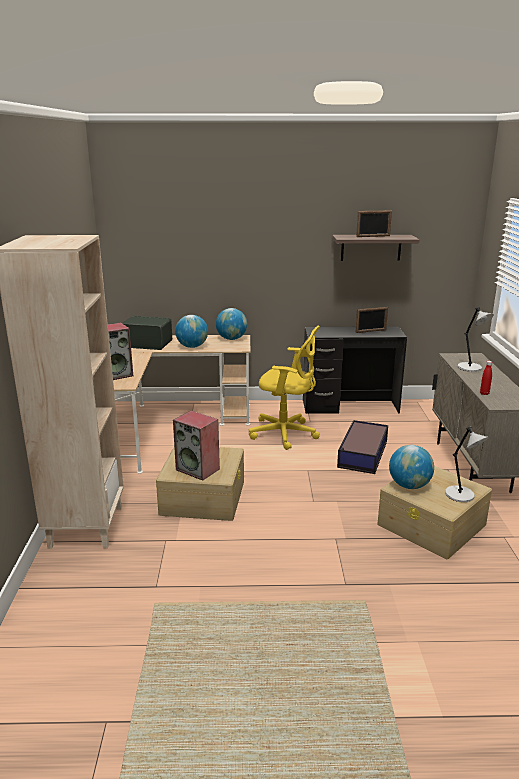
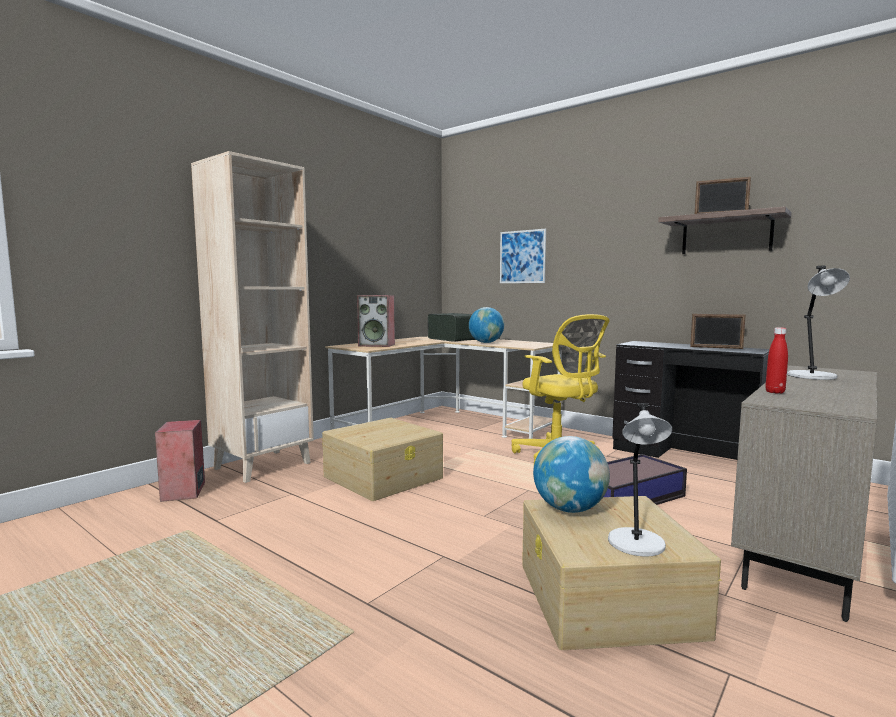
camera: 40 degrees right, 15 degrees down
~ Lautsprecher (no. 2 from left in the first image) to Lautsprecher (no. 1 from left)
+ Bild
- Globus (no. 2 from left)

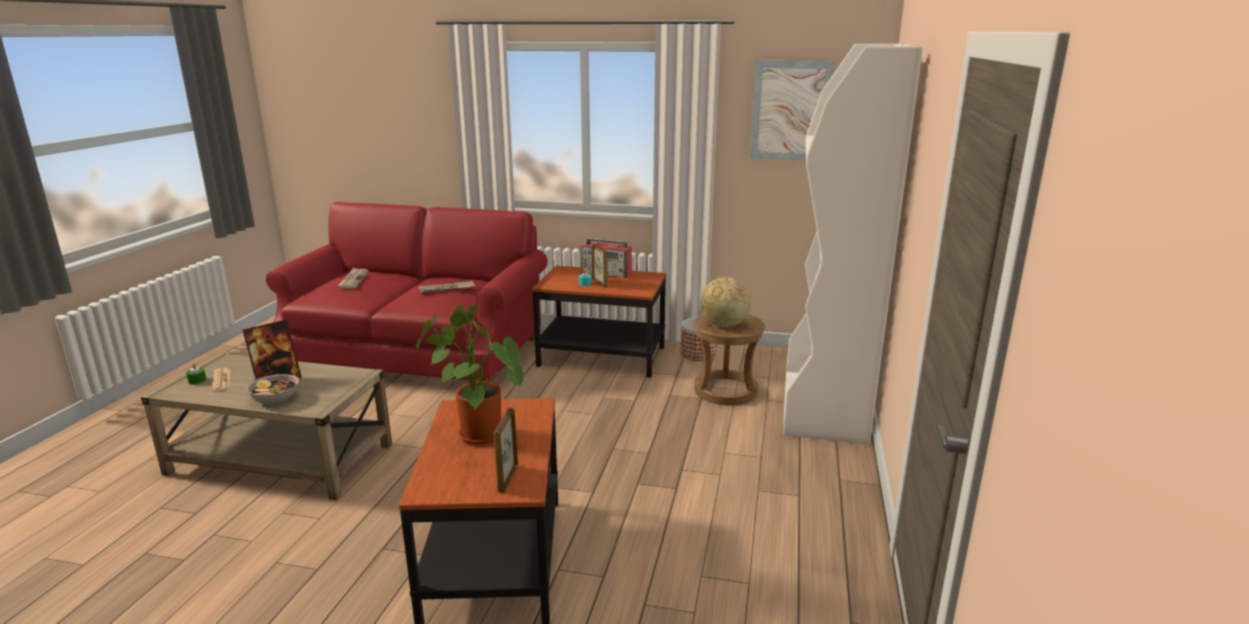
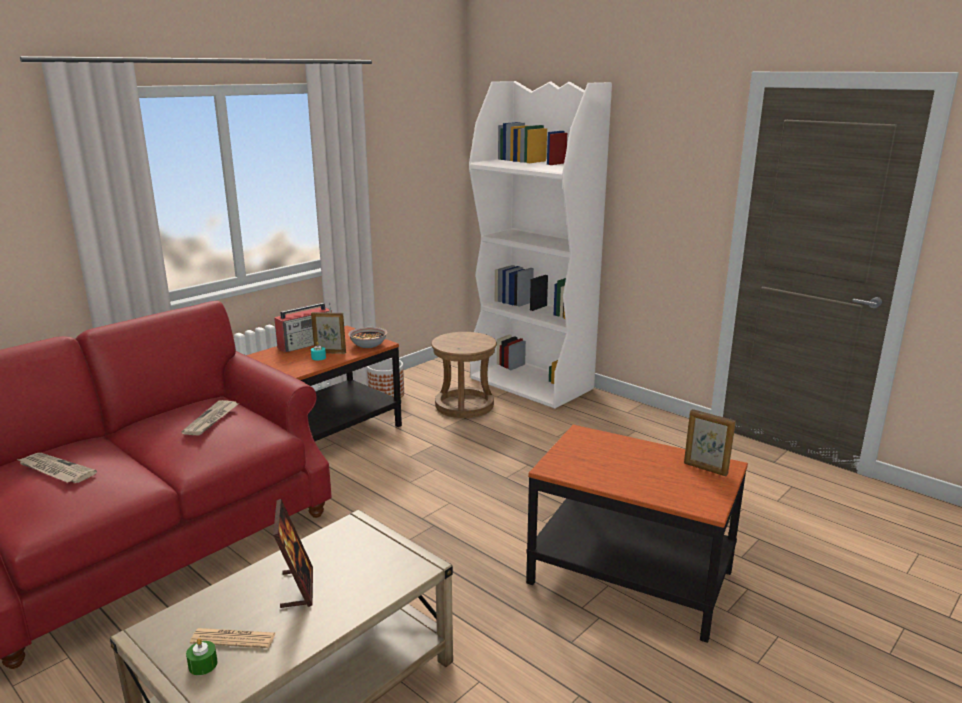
camera: 60 degrees left, 0 degrees up
~ Schüssel
- Topfpflanze
- Globus
- Bild

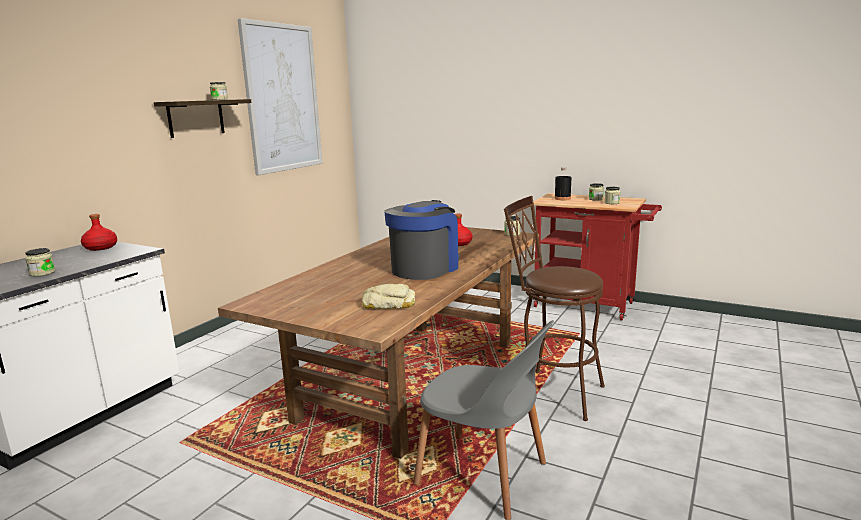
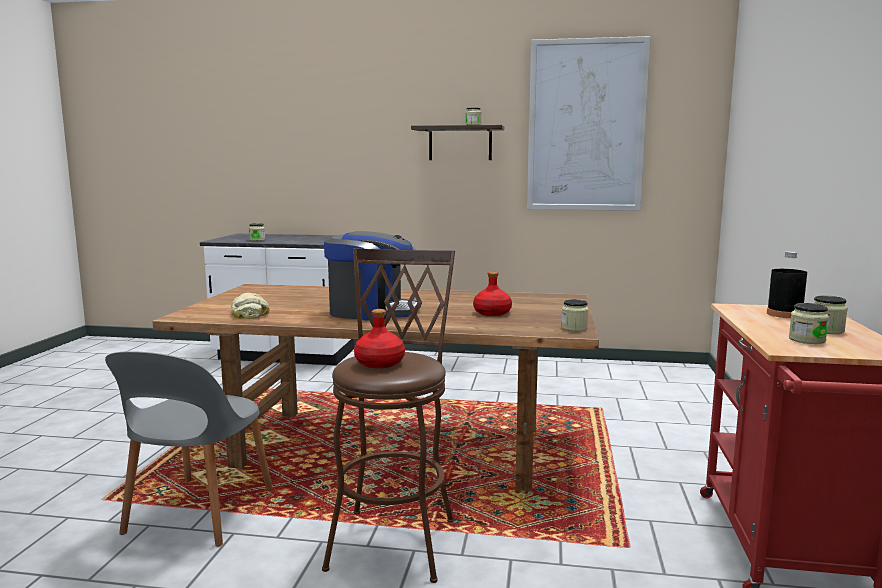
camera: 70 degrees right, 5 degrees down
~ Flasche [rot] (no. 1 from left)

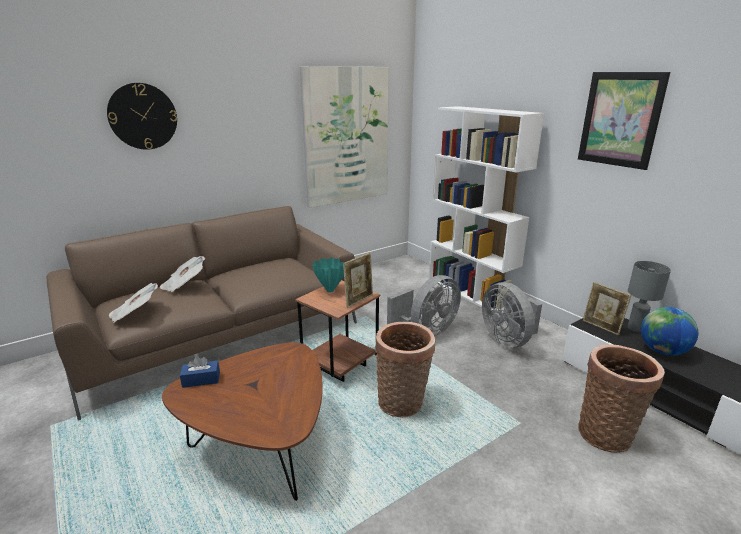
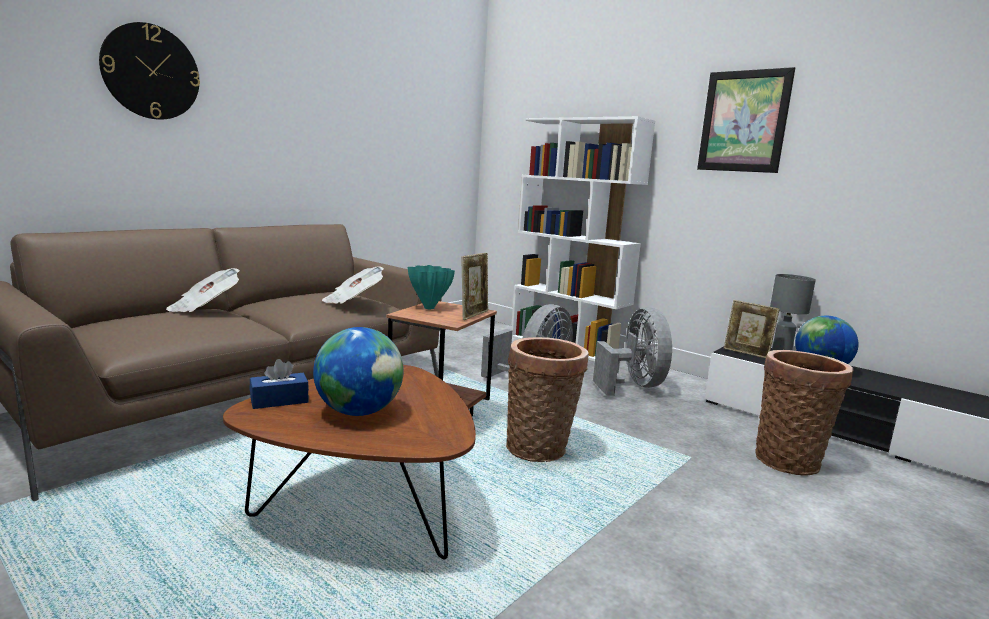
camera: 15 degrees left, 10 degrees down
+ Globus (no. 1 from left)
~ Zeitung (no. 1 from left in the first image) to Zeitung (no. 2 from left)
~ Ventilator [grau] (no. 2 from left) 150 degrees counterclockwise
- Bild (no. 1 from left)

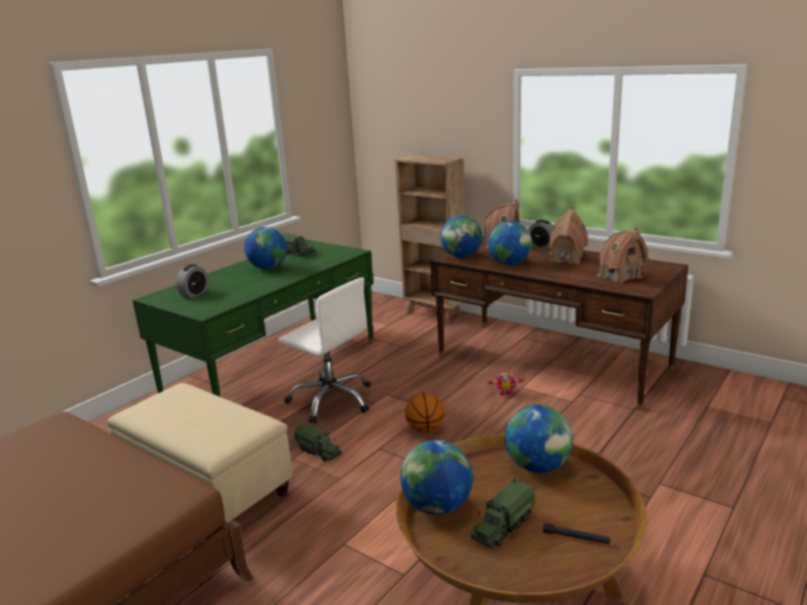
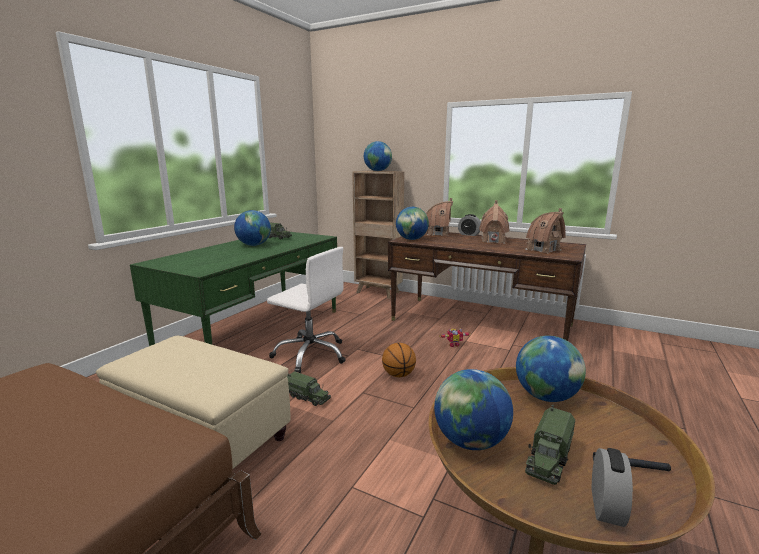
camera: 10 degrees left, 5 degrees down
~ Globus (no. 4 from left in the first image) to Globus (no. 2 from left)
~ Wecker (no. 1 from left in the first image) to Wecker (no. 2 from left)

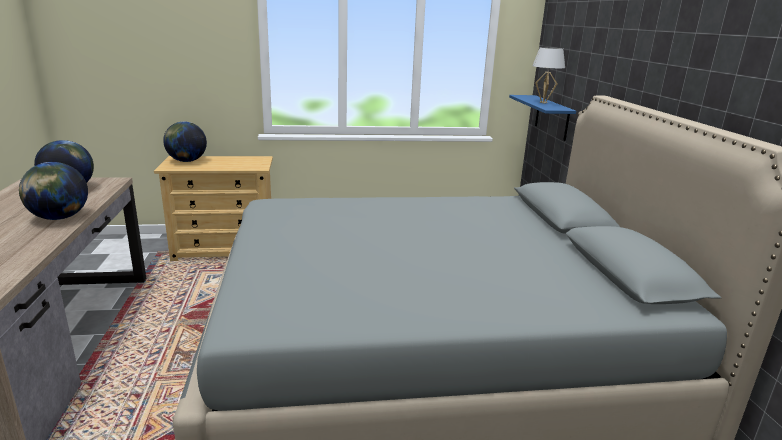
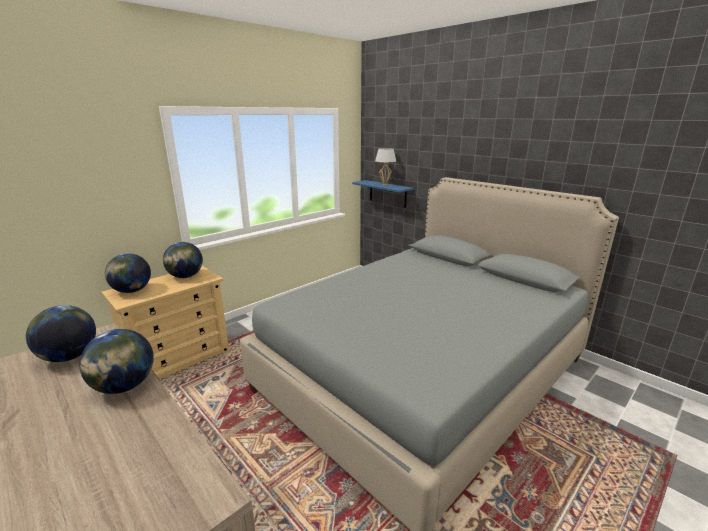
camera: 35 degrees left, 0 degrees up
+ Globus (no. 4 from left)

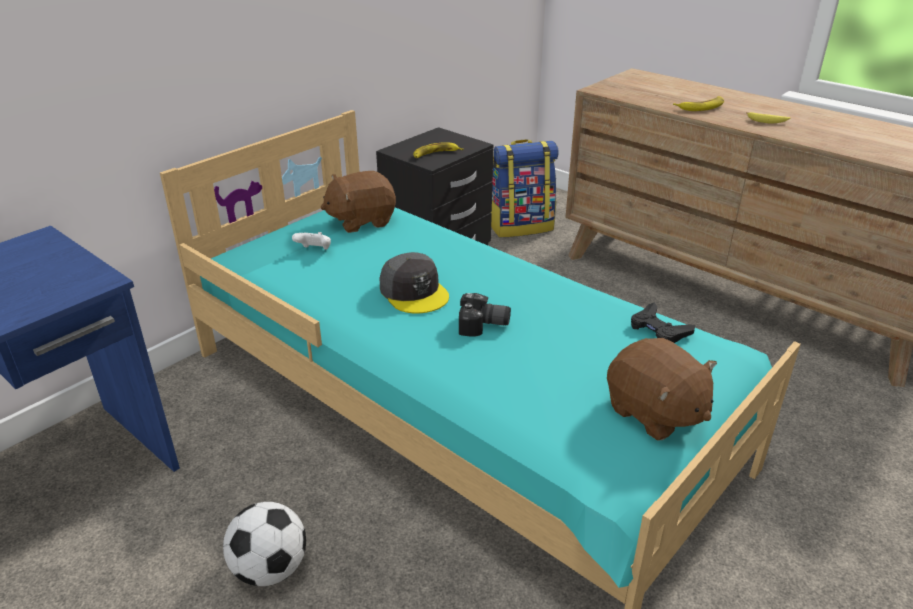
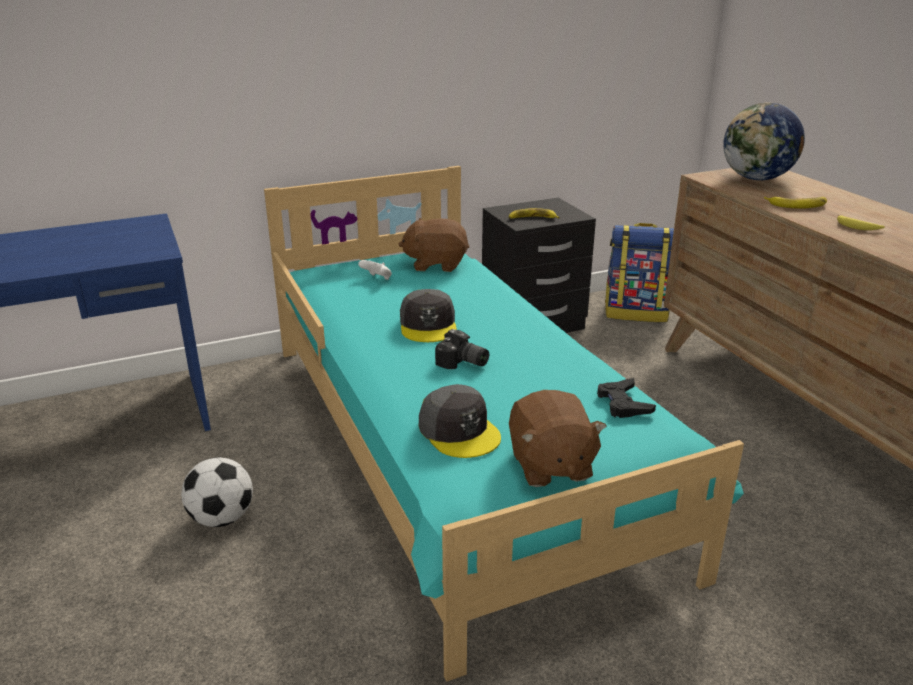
camera: 25 degrees right, 5 degrees down
+ Kappe [grau] (no. 2 from left)
+ Globus

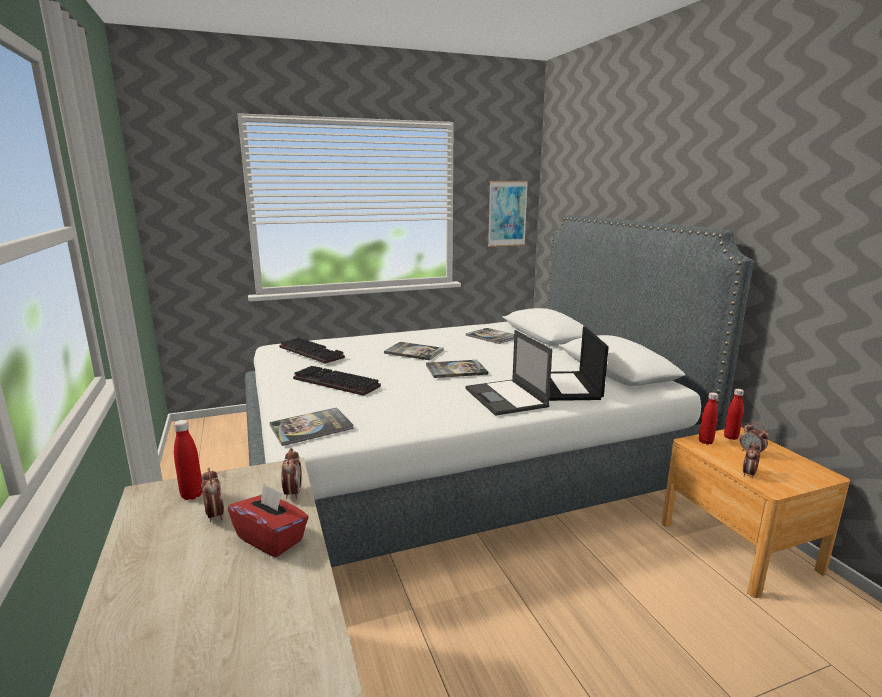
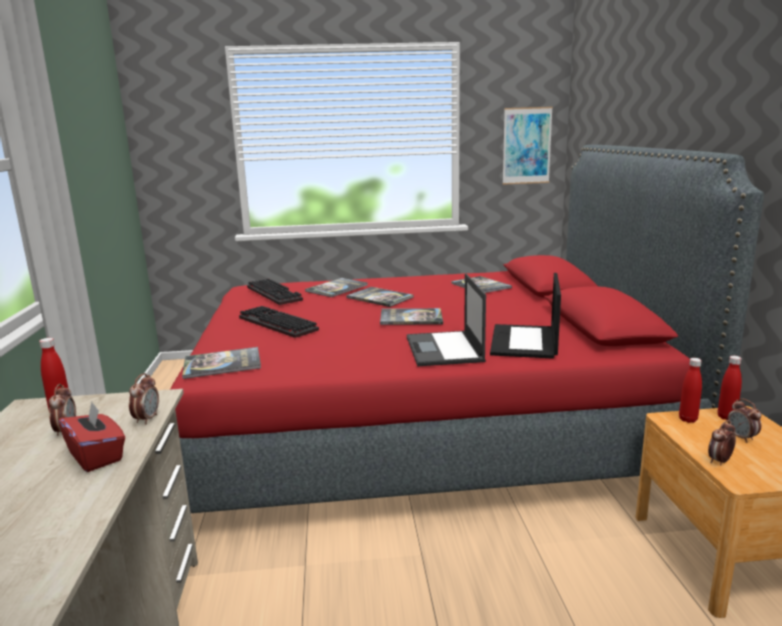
camera: 15 degrees right, 0 degrees up
~ Bett [weiß] to Bett [rot]
+ Buch (no. 2 from left)

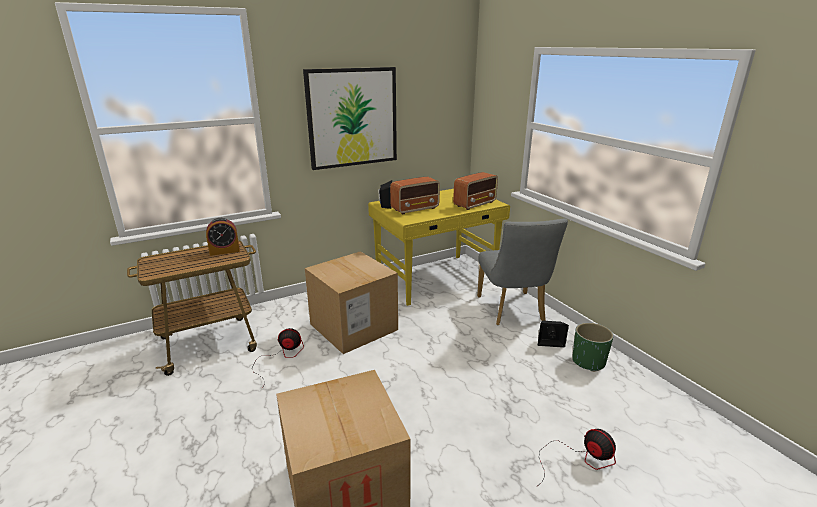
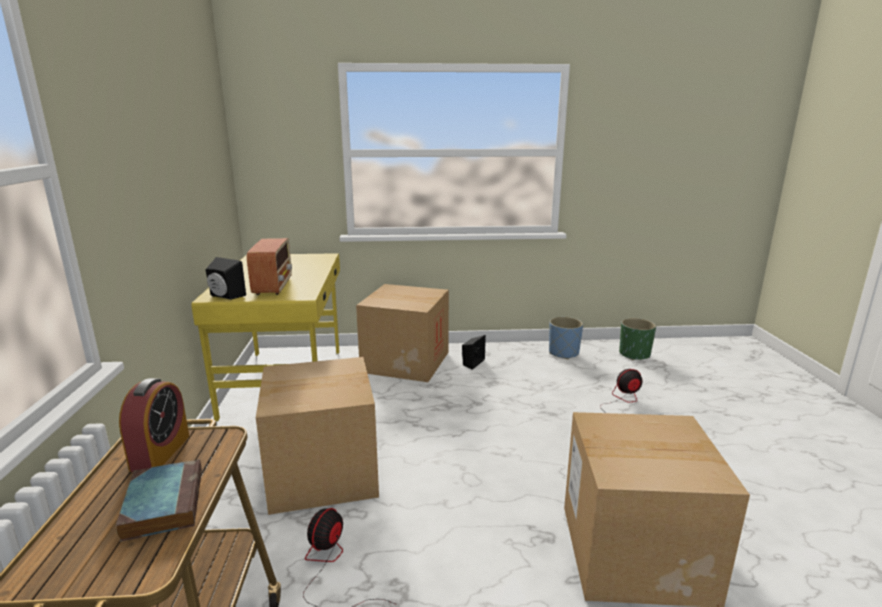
camera: 65 degrees left, 5 degrees down
+ Buch
~ Stuhl [grau] to Karton (no. 2 from left)
+ Pflanzkübel [blau]
~ Pflanzkübel [grün]
- Bild
- Radio (no. 2 from left)

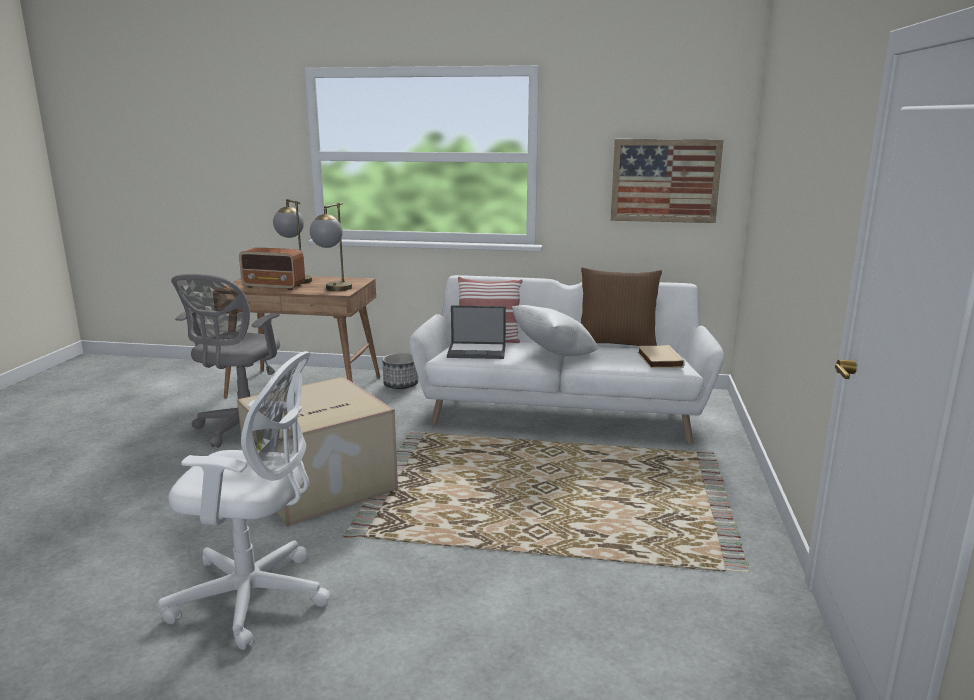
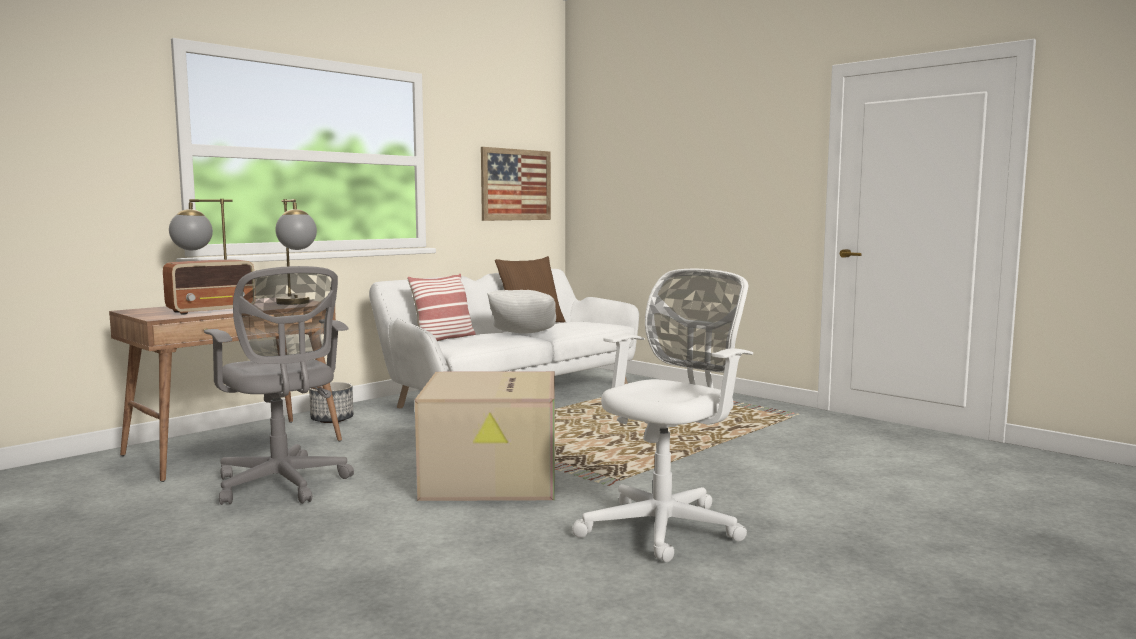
camera: 55 degrees left, 10 degrees down
- Laptop
- Buch [beige]

